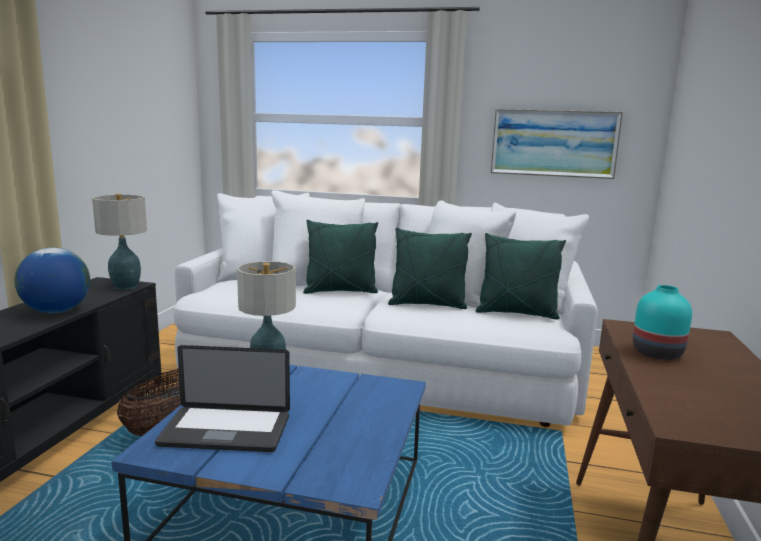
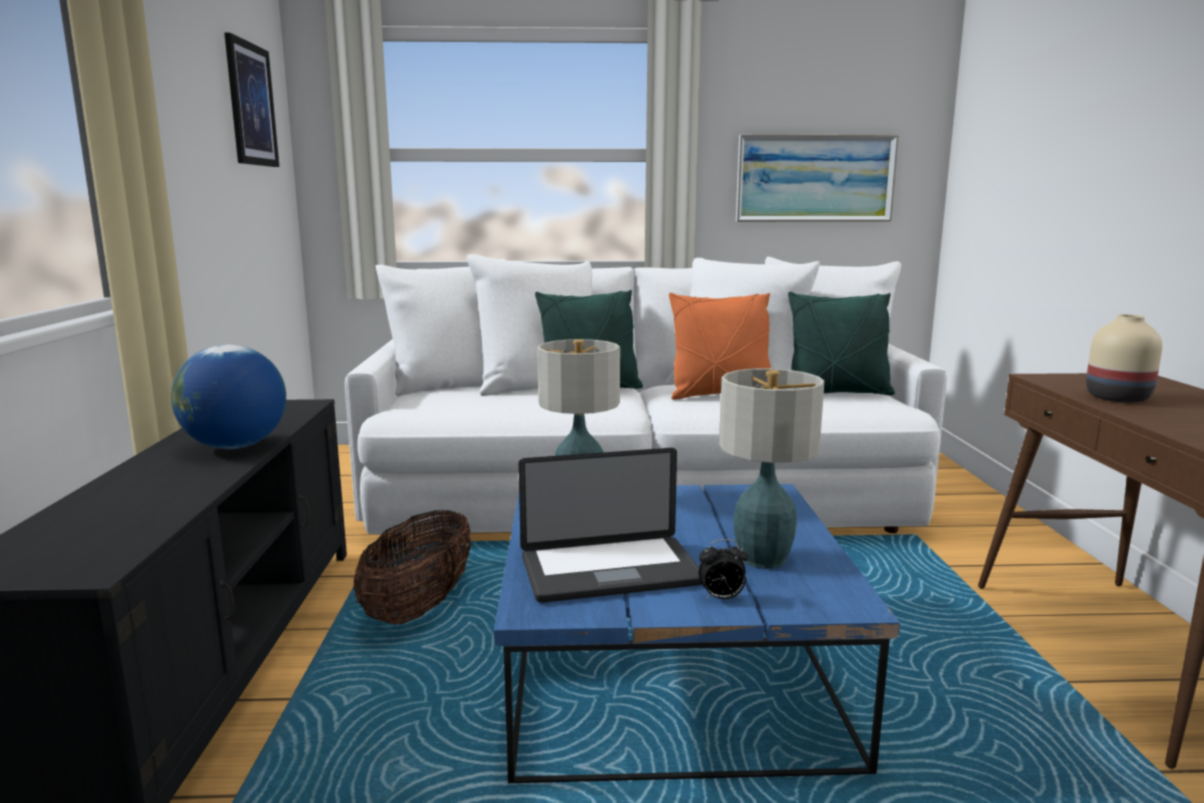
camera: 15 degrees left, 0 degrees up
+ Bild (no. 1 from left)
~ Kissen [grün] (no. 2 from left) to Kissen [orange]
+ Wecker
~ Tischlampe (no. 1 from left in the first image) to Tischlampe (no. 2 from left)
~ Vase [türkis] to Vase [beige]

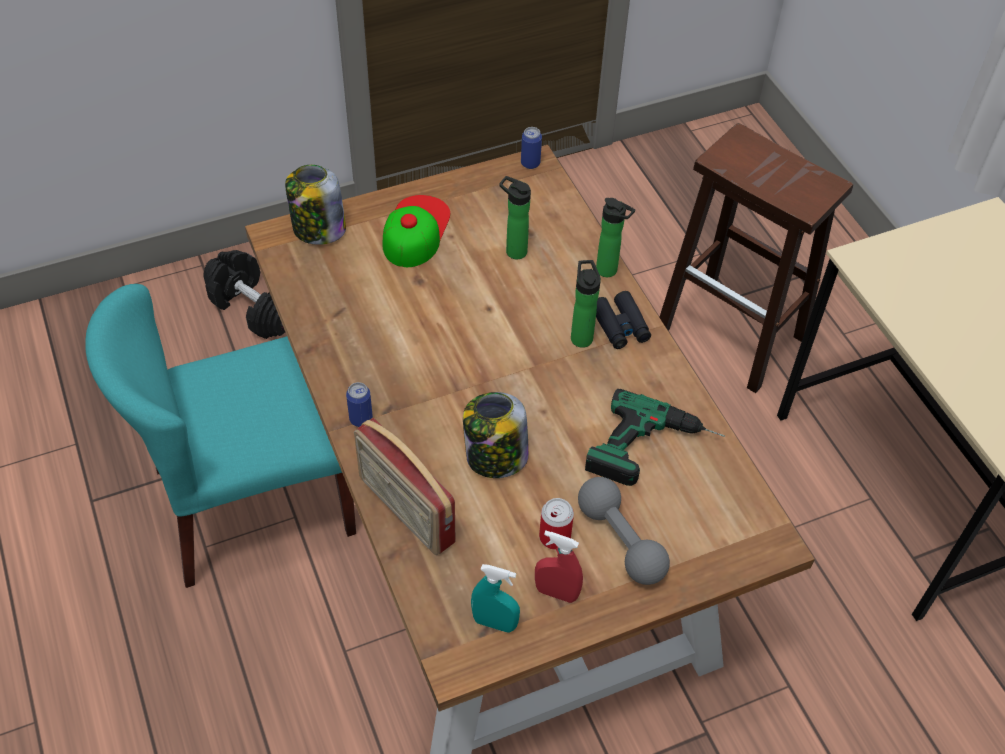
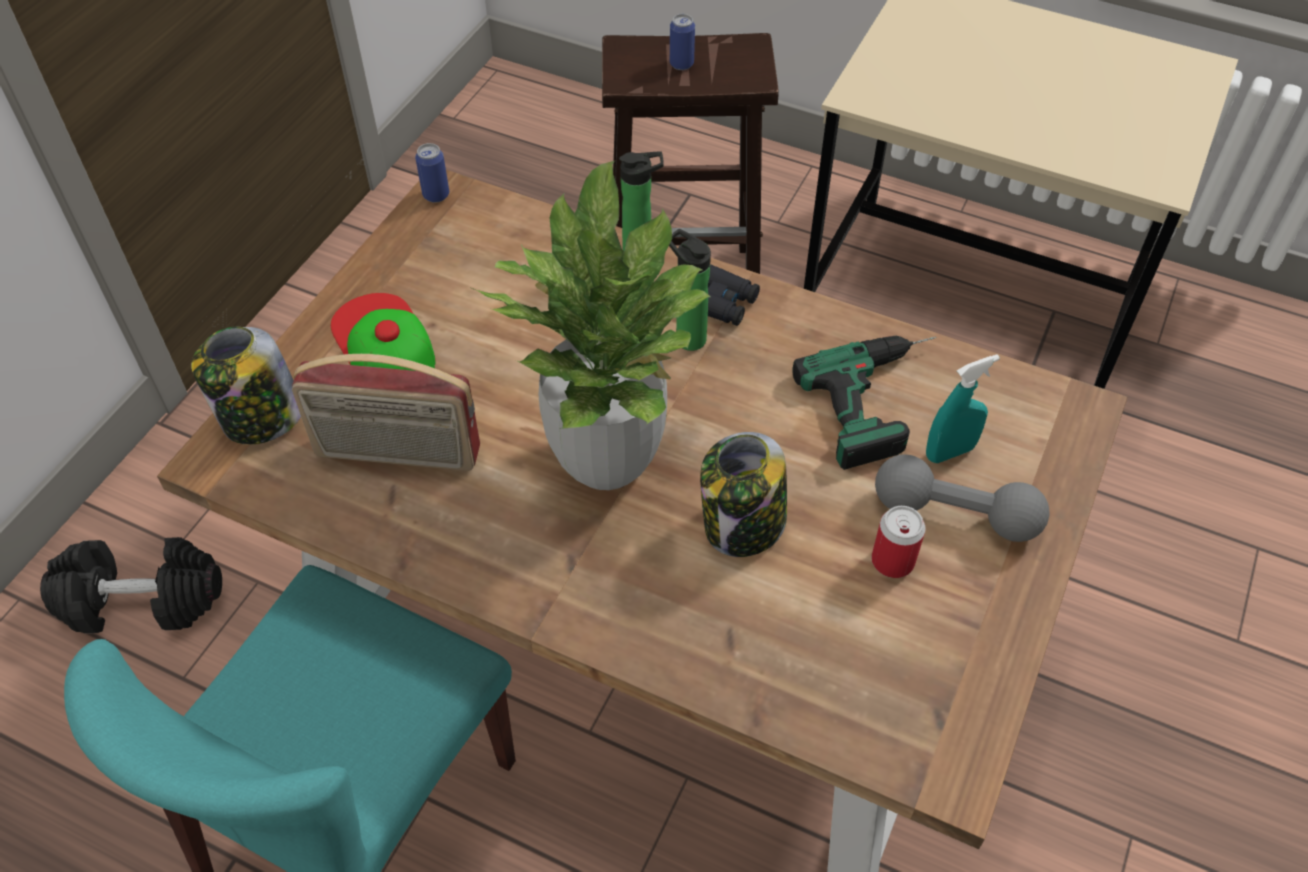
camera: 40 degrees left, 0 degrees up
~ Radio
+ Topfpflanze
~ Dose (no. 1 from left in the first image) to Dose (no. 2 from left)
~ Sprühflasche [türkis]
- Flasche (no. 1 from left)
- Sprühflasche [rot]

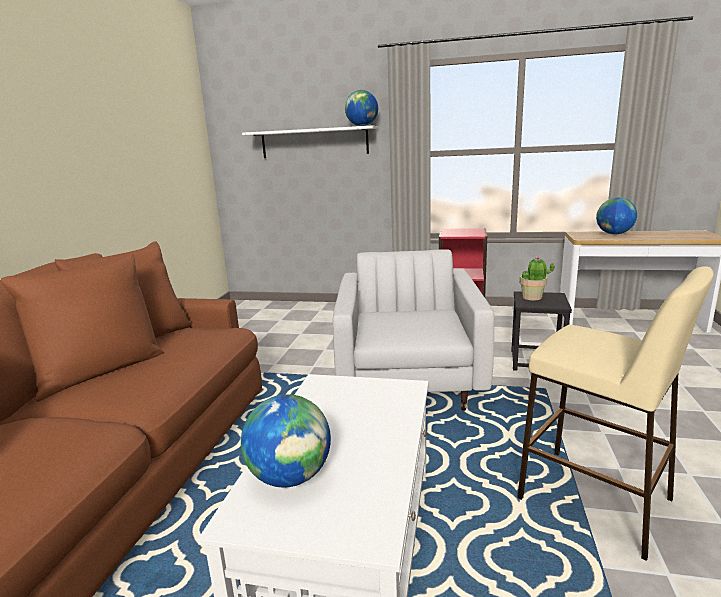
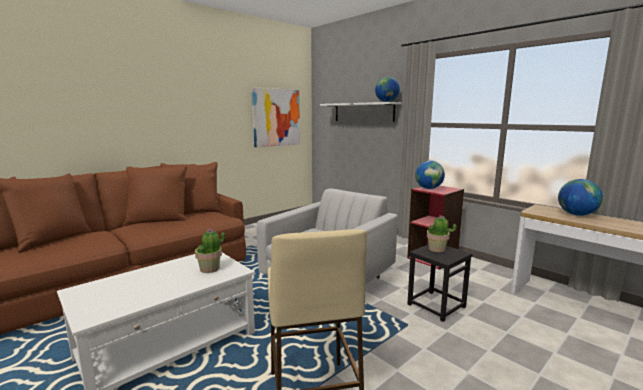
camera: 35 degrees right, 5 degrees down
+ Topfpflanze (no. 1 from left)
+ Bild
~ Globus (no. 1 from left in the first image) to Globus (no. 2 from left)

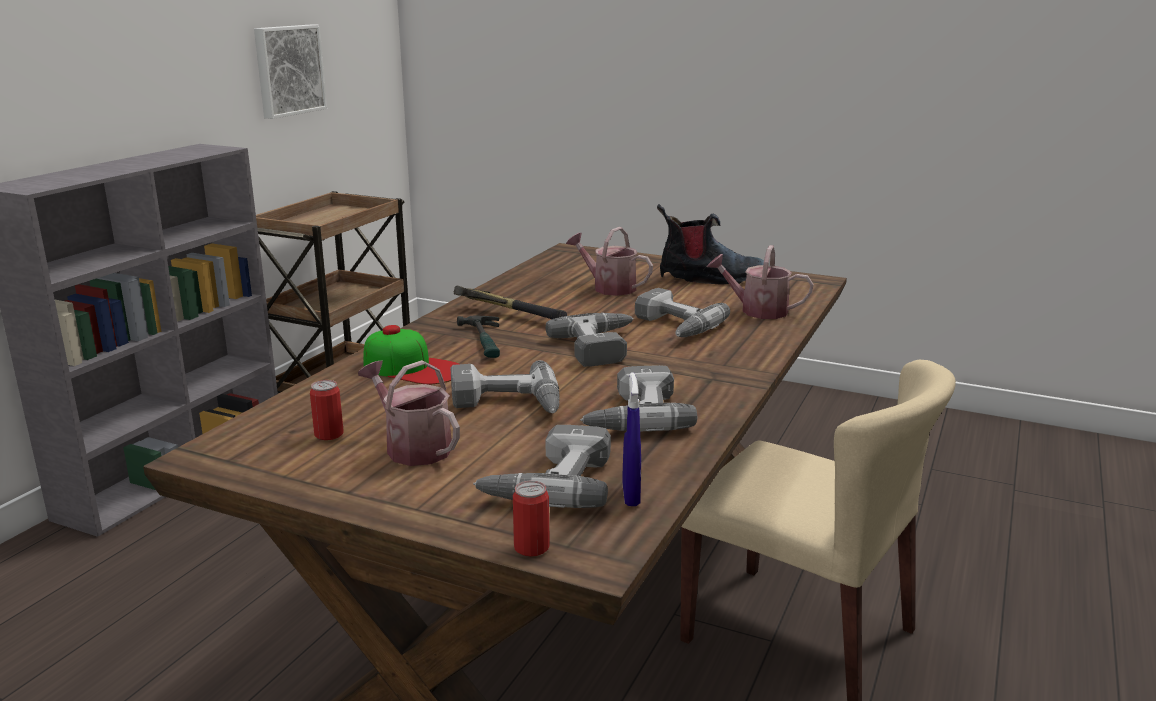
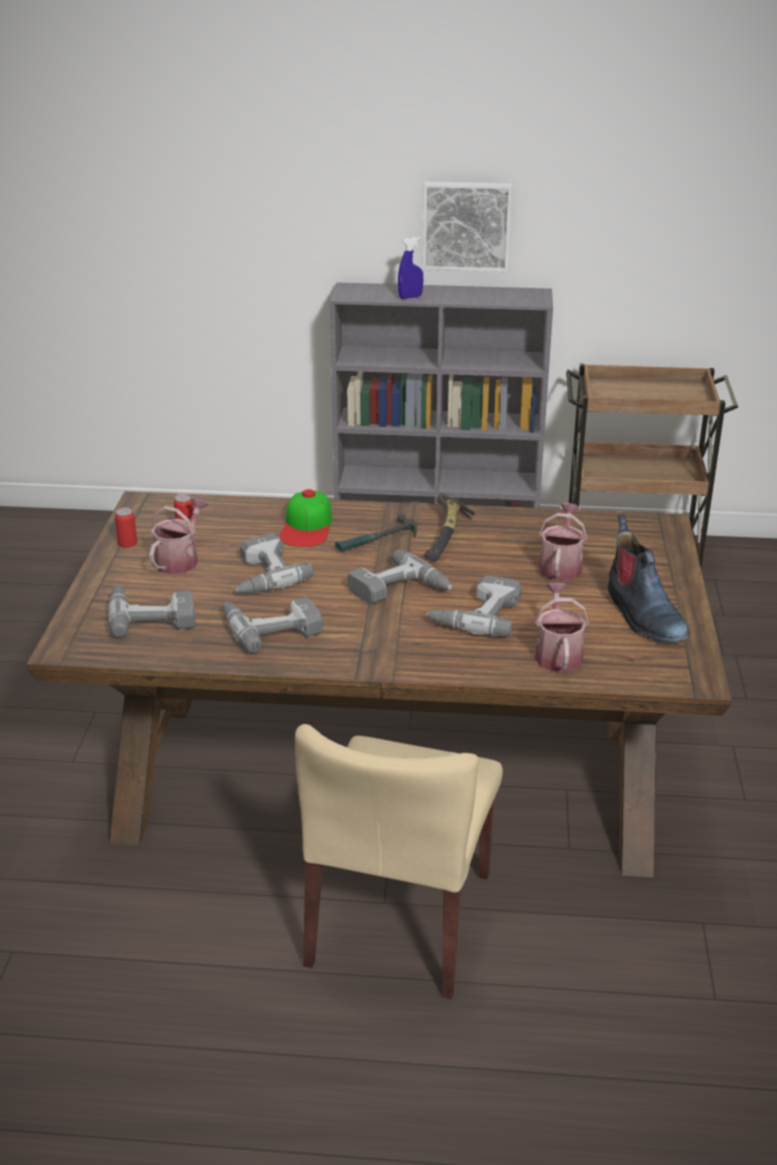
camera: 70 degrees right, 10 degrees up
~ Dose (no. 2 from left in the first image) to Dose (no. 1 from left)
~ Sprühflasche [blau]
~ Bild

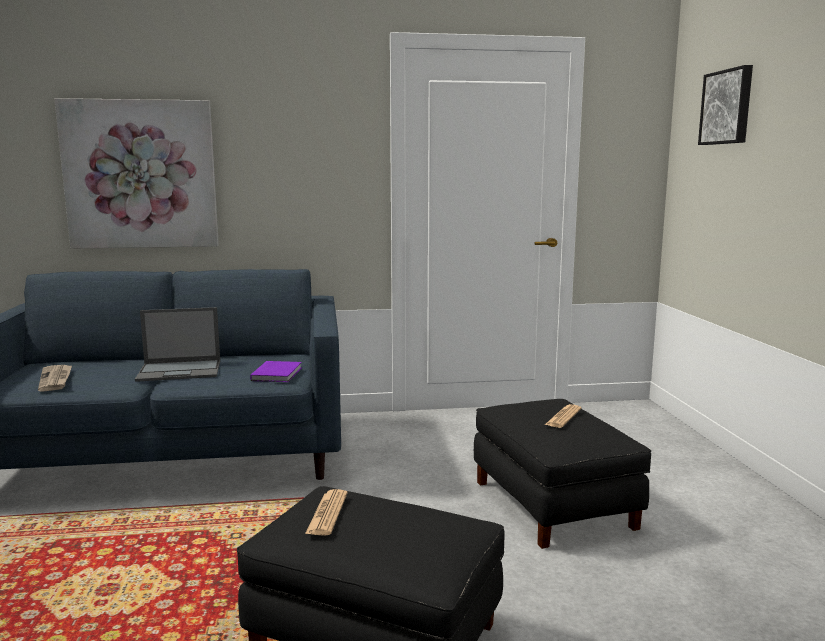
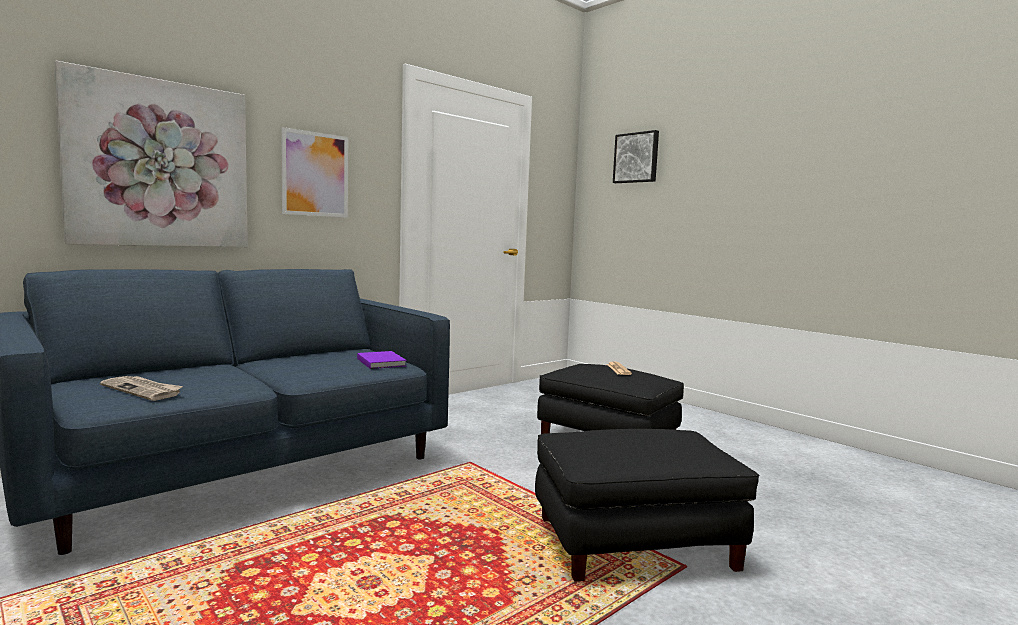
camera: 35 degrees left, 5 degrees down
+ Bild (no. 2 from left)
- Laptop
- Zeitung (no. 2 from left)

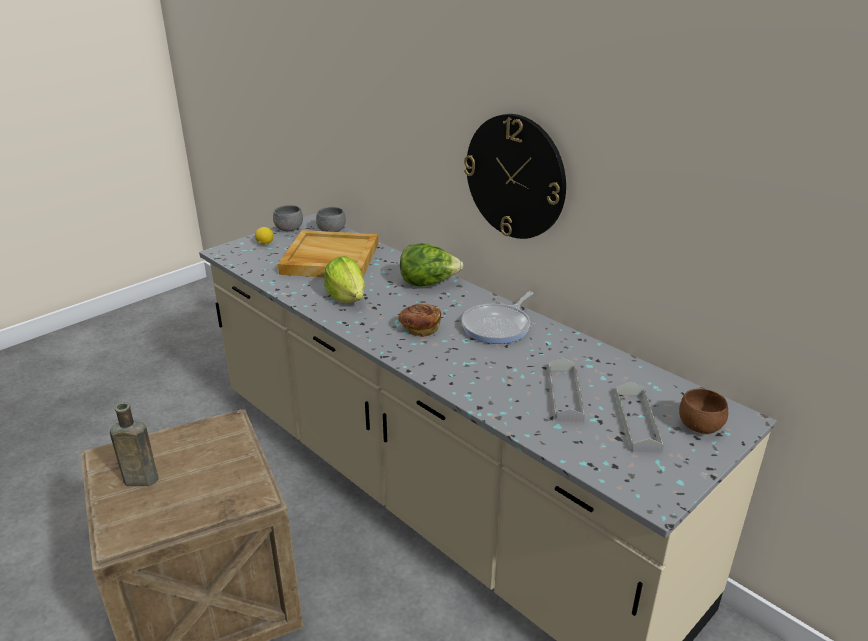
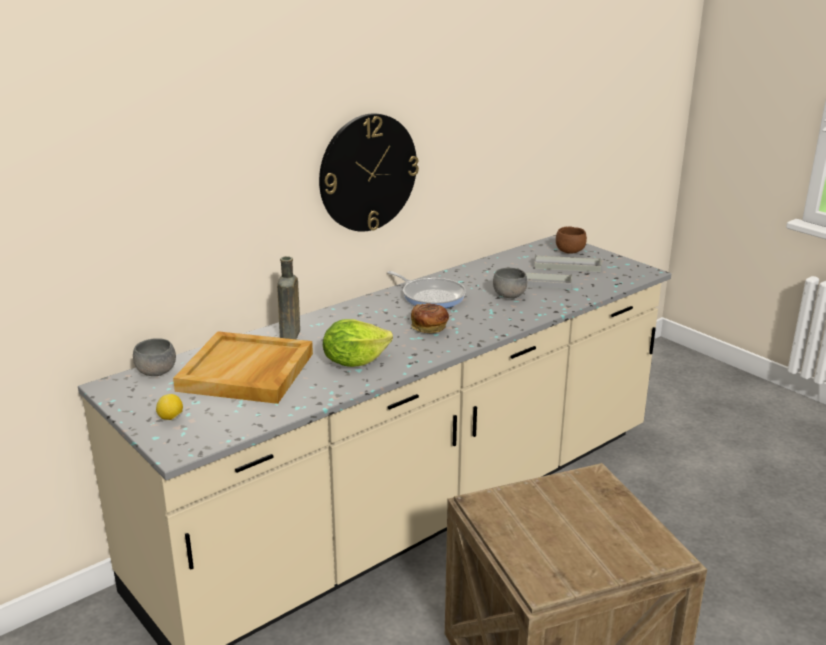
camera: 85 degrees left, 5 degrees down
~ Flasche [braun]
~ Schüssel [grau] (no. 1 from left in the first image) to Schüssel [grau] (no. 2 from left)
- Salatkopf (no. 2 from left)

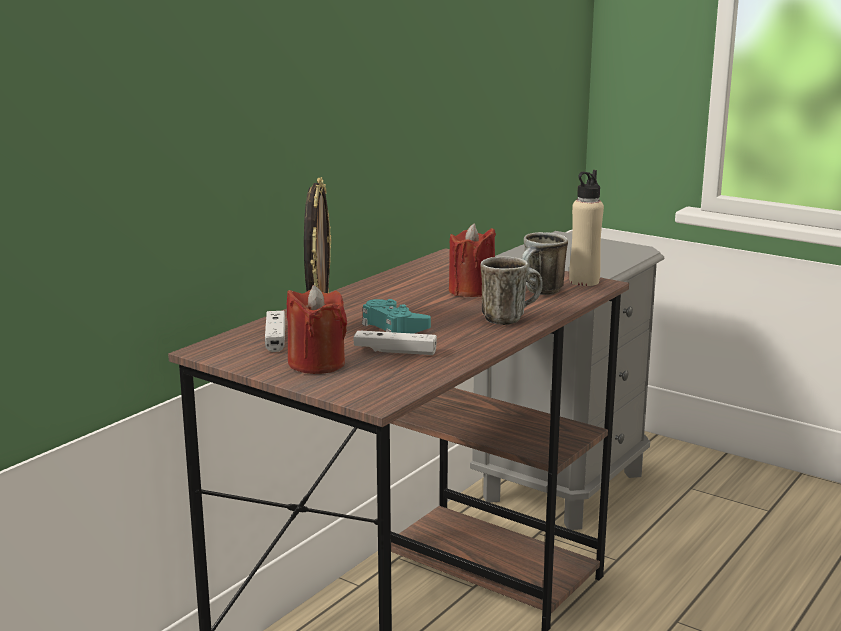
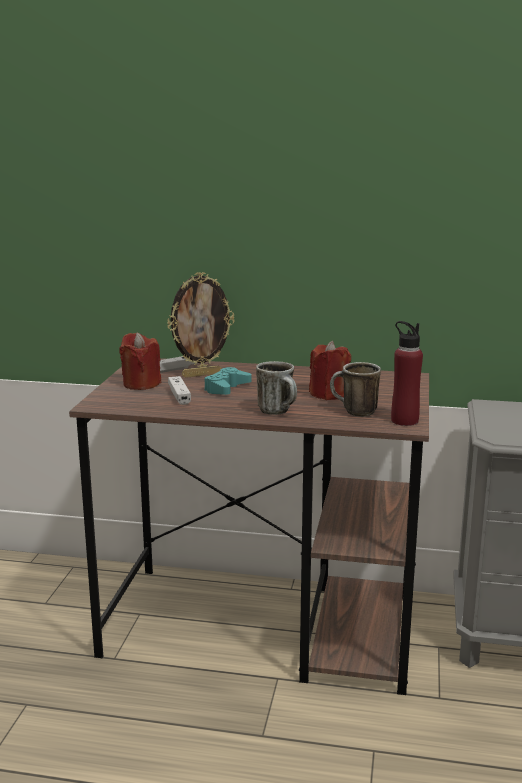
camera: 65 degrees right, 0 degrees up
~ Flasche [beige] to Flasche [rot]

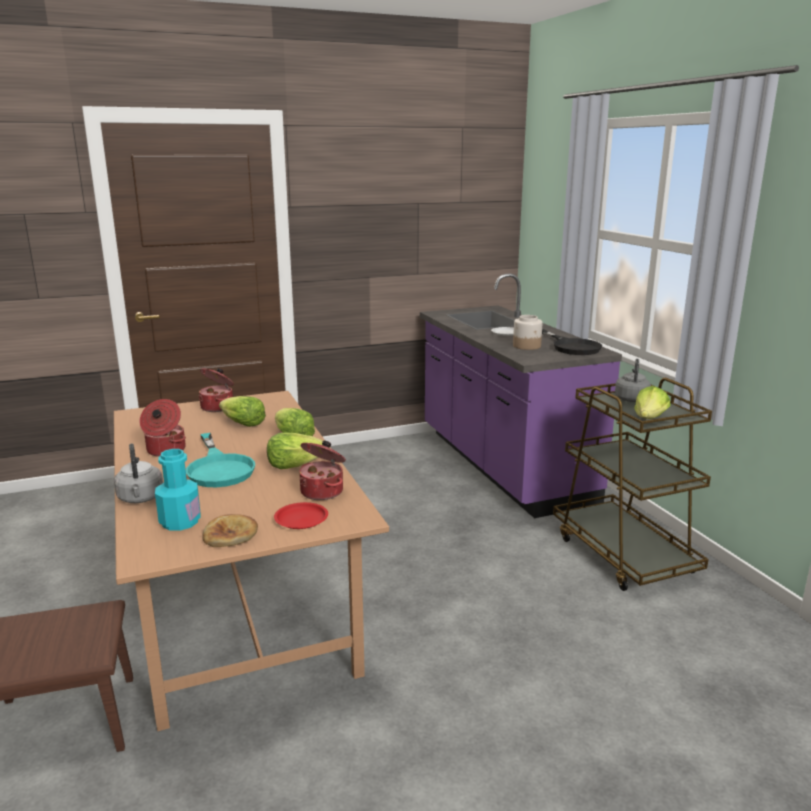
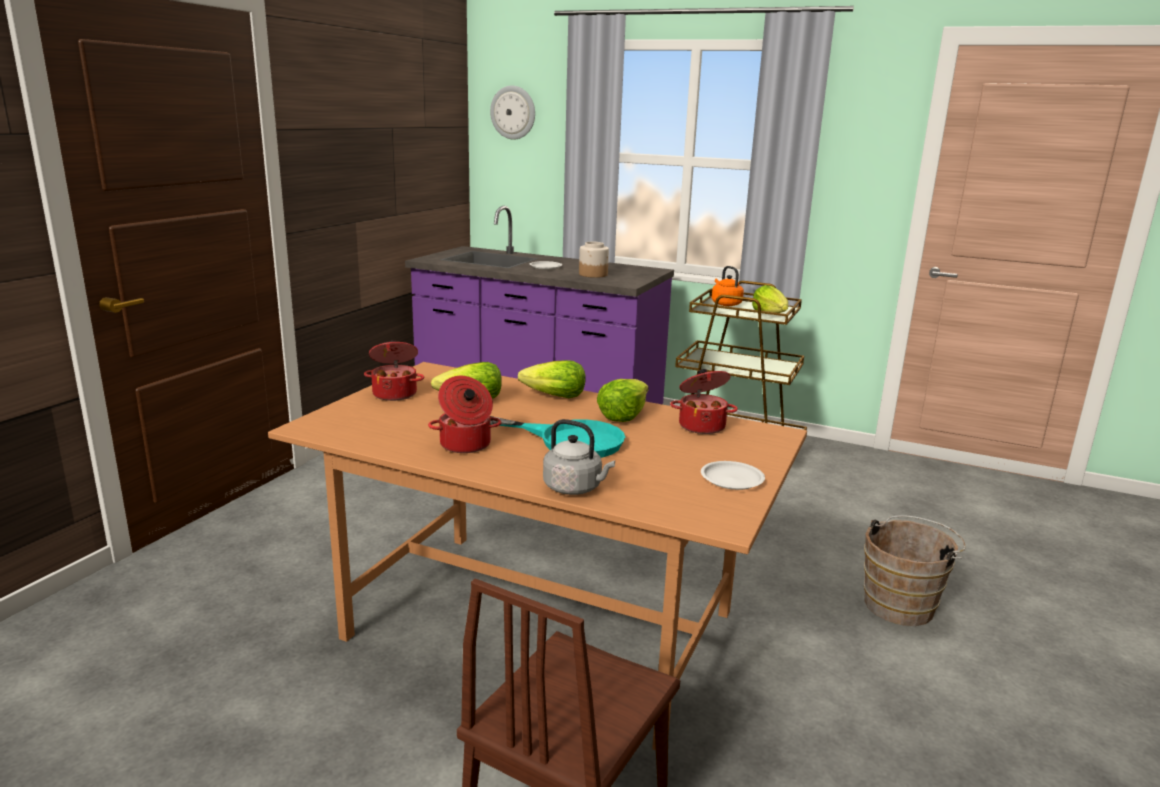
camera: 45 degrees left, 0 degrees up
+ Wanduhr
~ Brot to Teller [weiß] (no. 2 from left)
~ Wasserkessel [grau] (no. 2 from left) to Wasserkessel [orange]
+ Eimer [braun]
- Flasche [türkis]
- Teller [rot]
- Pfanne [schwarz]

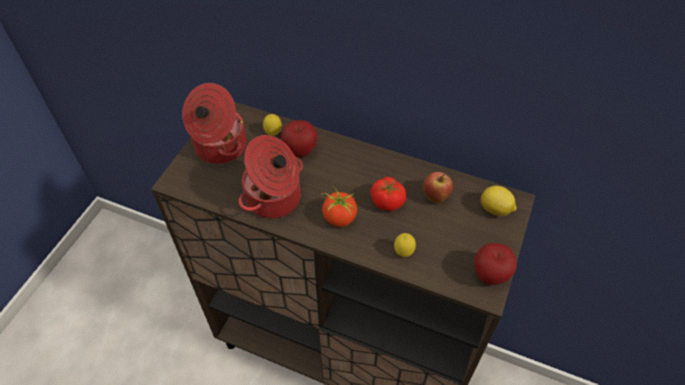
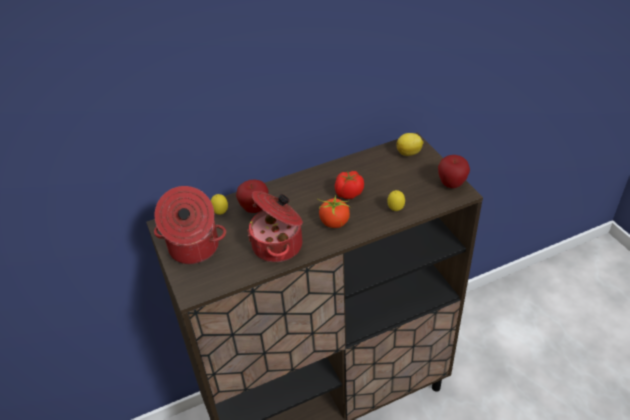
camera: 45 degrees left, 10 degrees down
- Apfel (no. 2 from left)

